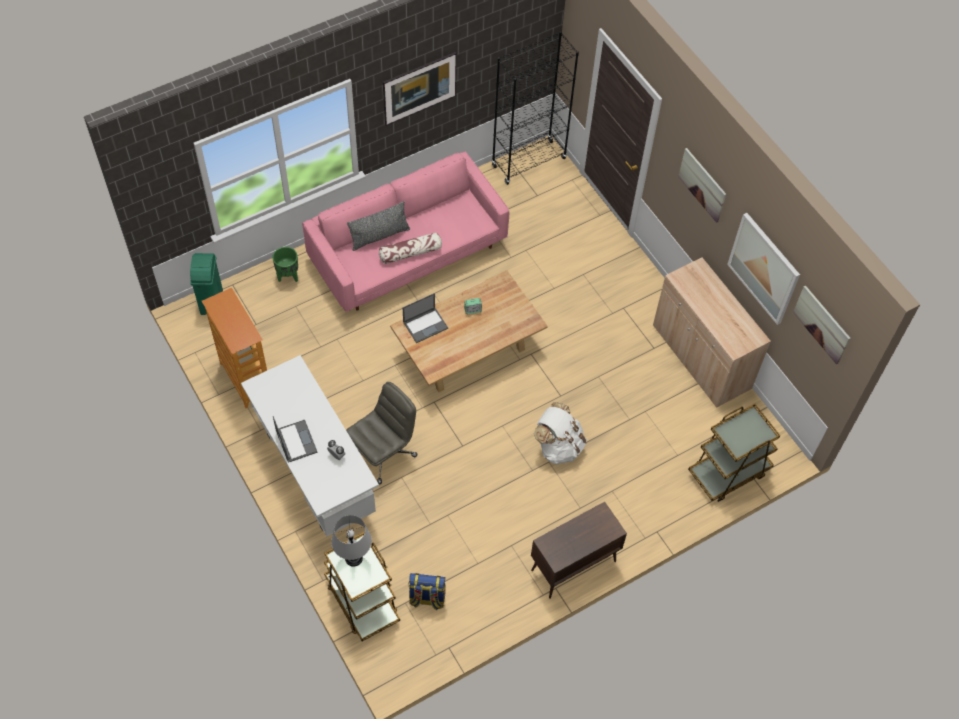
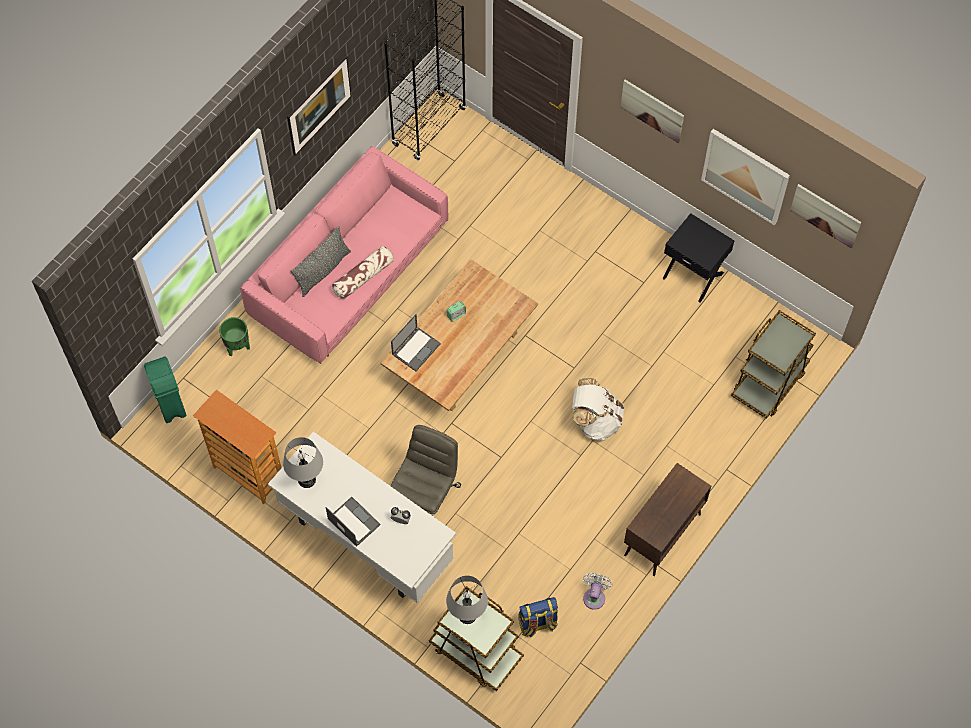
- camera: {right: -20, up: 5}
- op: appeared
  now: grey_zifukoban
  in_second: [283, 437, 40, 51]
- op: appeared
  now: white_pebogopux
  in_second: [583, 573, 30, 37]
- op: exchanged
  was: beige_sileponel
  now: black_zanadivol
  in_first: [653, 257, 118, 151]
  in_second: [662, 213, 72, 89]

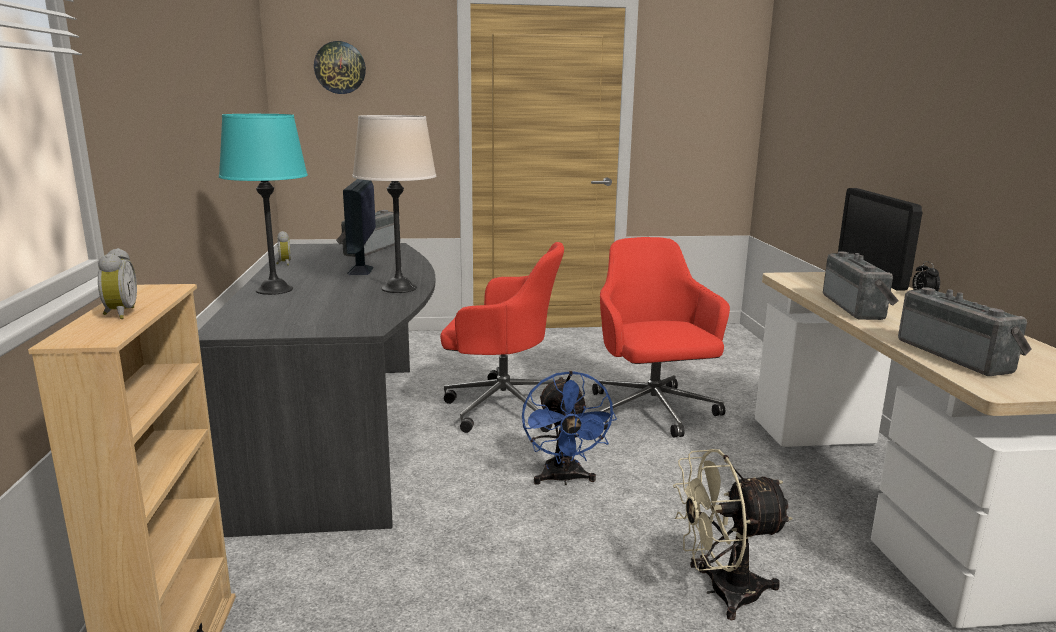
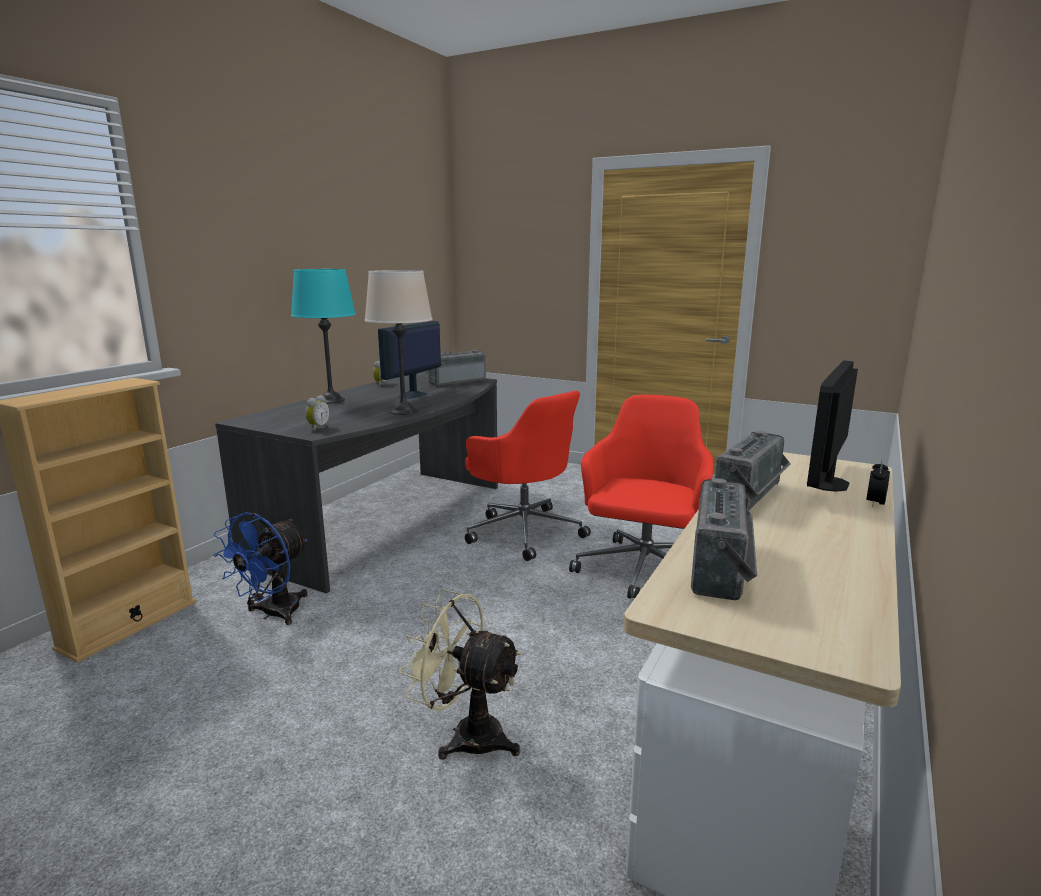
- camera: {right: 35, up: 0}
- op: relocated
  was: blue_pebogopux
  in_first: [522, 371, 95, 114]
  in_second: [213, 512, 95, 113]
- op: relocated
  was: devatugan
  in_first: [98, 248, 39, 71]
  in_second: [305, 395, 25, 36]
- op: missing
  was: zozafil
  in_first: [314, 41, 52, 53]

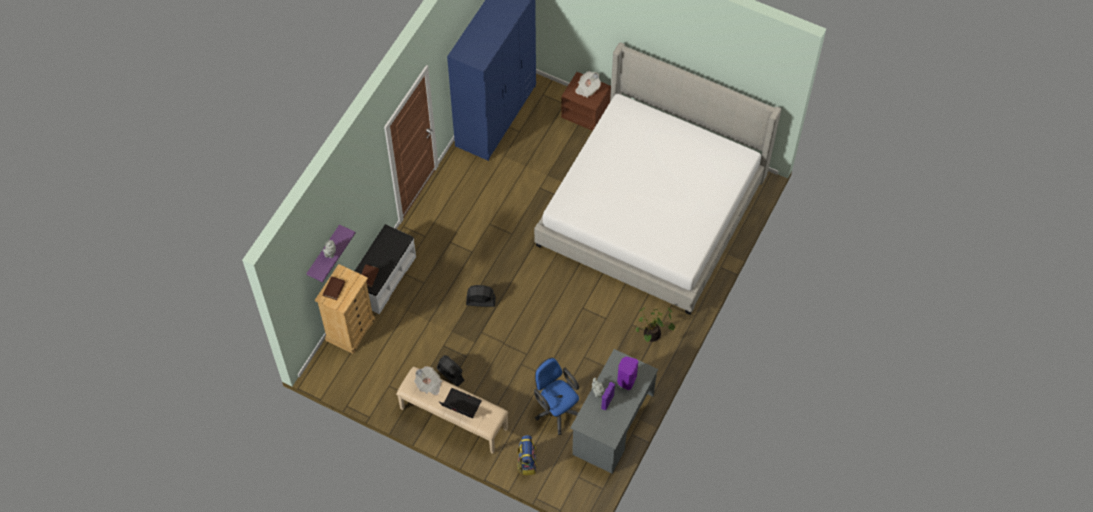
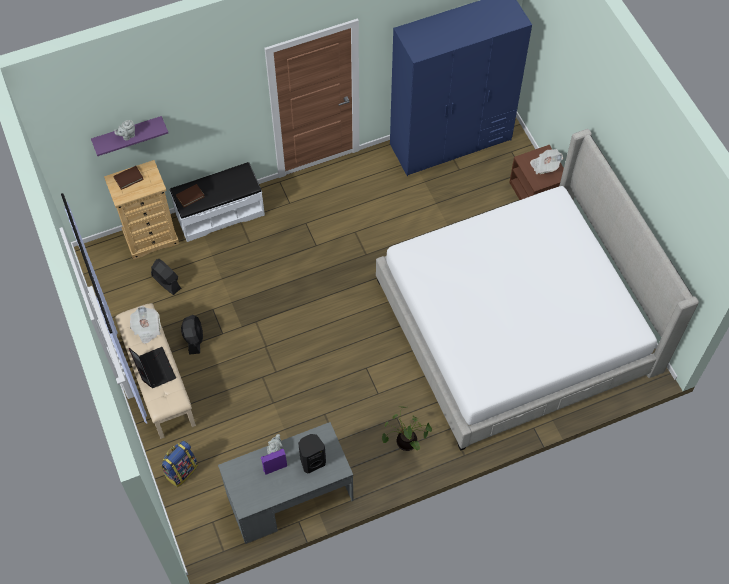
- camera: {right: 40, up: 0}
- op: relocated
  was: black_pebogopux
  in_first: [466, 285, 30, 22]
  in_second: [151, 259, 30, 36]
- op: colour
  was: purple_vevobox
  now: black_vevobox
  in_first: [617, 357, 21, 33]
  in_second: [298, 434, 28, 40]
- op: missing
  was: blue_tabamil
  in_first: [534, 358, 45, 77]

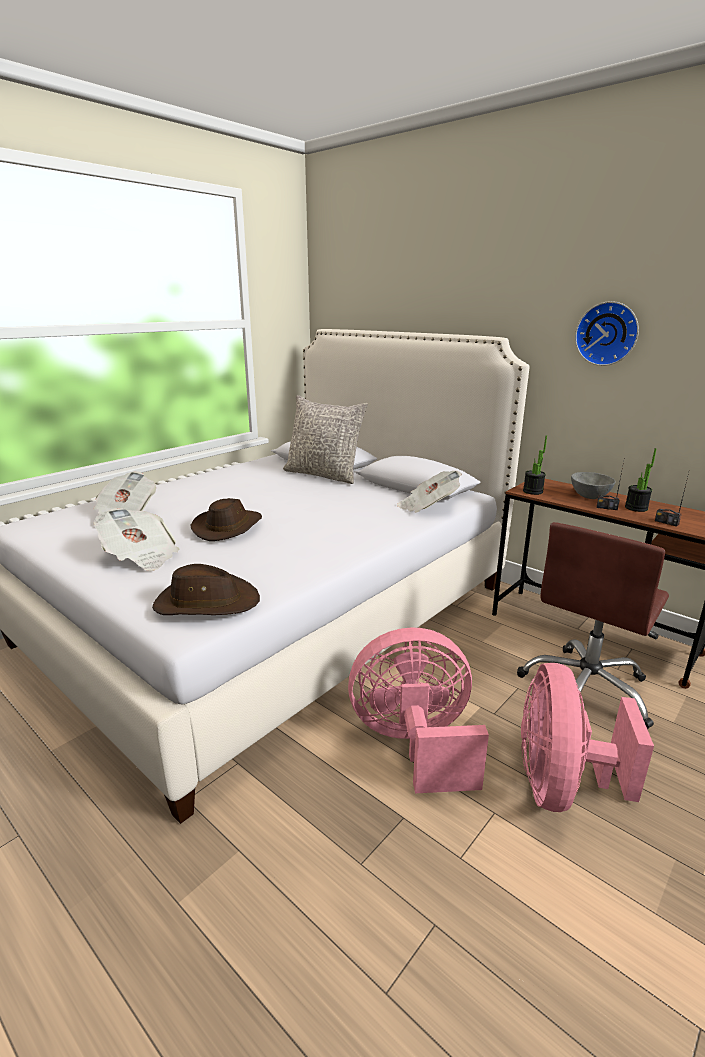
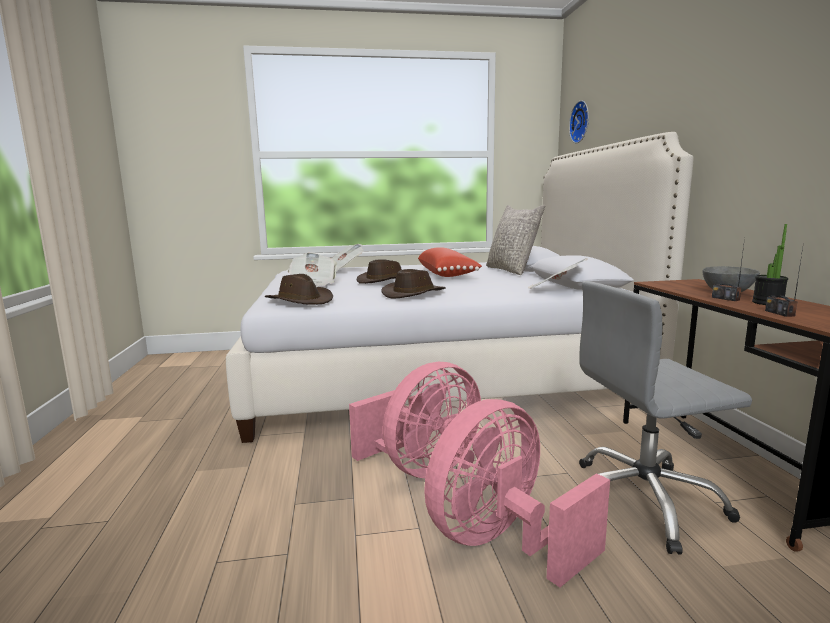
- camera: {right: 40, up: -10}
- op: spun
  was: pink_pebogopux
  in_first: [348, 627, 141, 166]
  in_second: [349, 362, 132, 116]
  clockwise: 105
- op: appeared
  now: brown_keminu
  in_second: [381, 269, 65, 29]
- op: appeared
  now: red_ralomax
  in_second: [418, 247, 64, 30]
- op: relocated
  was: zozafil
  in_first: [575, 301, 64, 65]
  in_second: [569, 100, 20, 43]
- op: colour
  was: brown_tabamil
  now: grey_tabamil
  in_first: [517, 522, 152, 207]
  in_second: [579, 281, 173, 274]
- op: missing
  was: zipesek
  in_first: [523, 435, 24, 60]

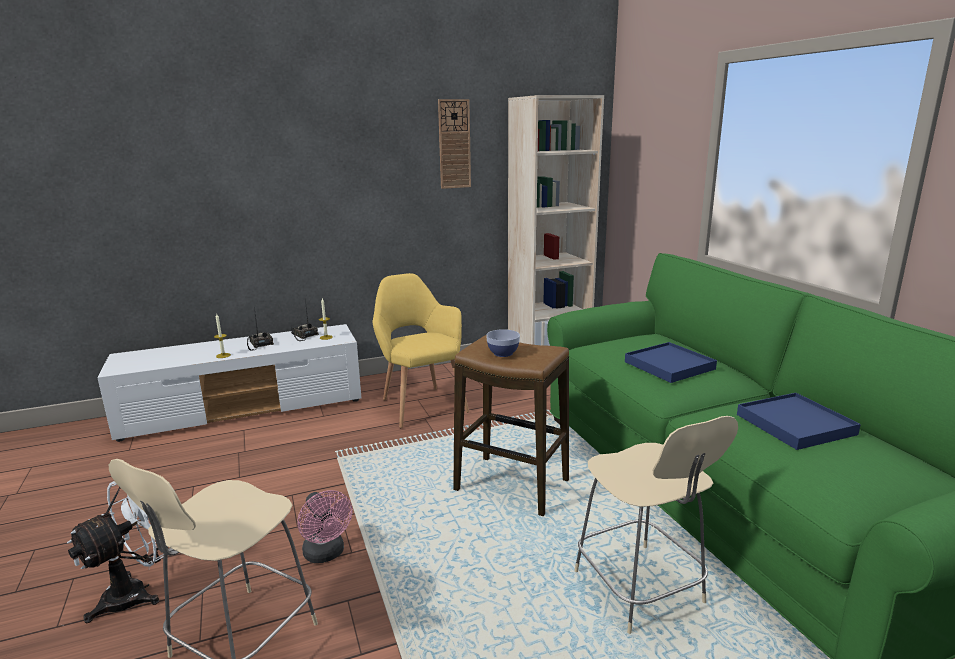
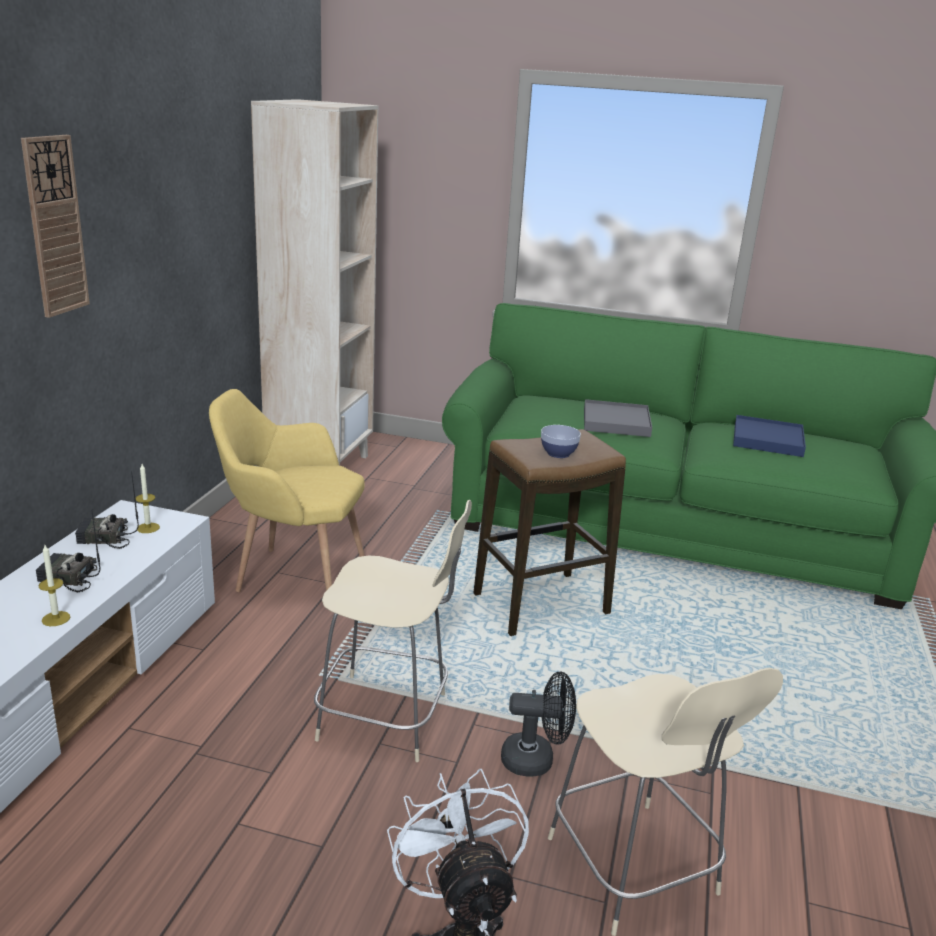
- camera: {right: -55, up: 5}
- op: relocated
  was: zozafil
  in_first: [438, 99, 33, 90]
  in_second: [21, 135, 69, 183]
- op: relocated
  was: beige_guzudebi
  in_first: [574, 416, 164, 218]
  in_second: [314, 500, 158, 262]
- op: colour
  was: pink_pebogopux
  now: black_pebogopux
  in_first: [298, 490, 54, 73]
  in_second: [501, 671, 75, 106]
- op: colour
  was: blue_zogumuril
  now: grey_zogumuril
  in_first: [625, 342, 92, 41]
  in_second: [584, 399, 68, 38]

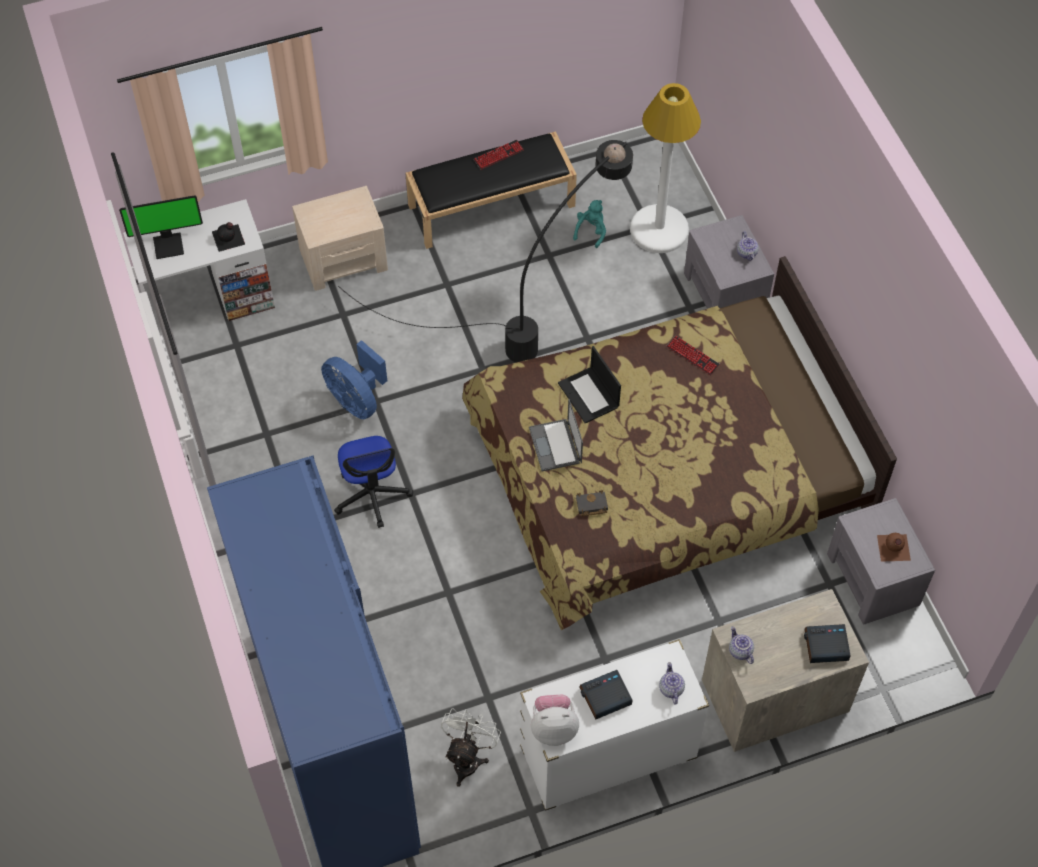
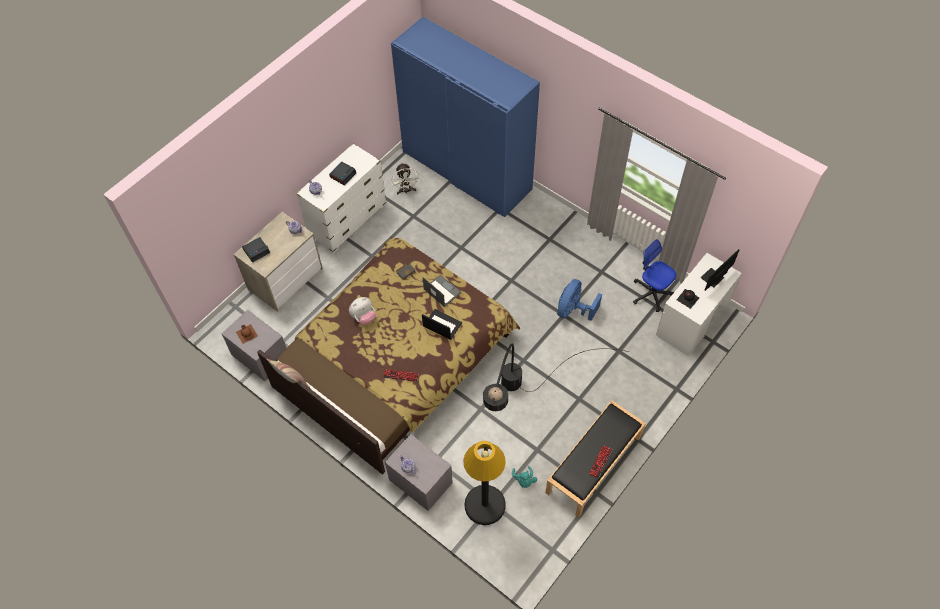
- camera: {right: 150, up: 0}
- op: appeared
  now: ralomax
  in_second: [267, 359, 43, 29]
- op: relocated
  was: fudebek
  in_first: [531, 695, 48, 51]
  in_second: [349, 297, 27, 28]
- op: colour
  was: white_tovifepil
  now: black_tovifepil
  in_first: [630, 83, 71, 170]
  in_second: [463, 441, 43, 84]
- op: spun
  was: blue_pebogopux
  in_first: [321, 340, 66, 79]
  in_second: [557, 279, 45, 42]
  clockwise: -75
- op: relocated
  was: tabamil
  in_first: [334, 436, 79, 92]
  in_second: [633, 239, 43, 73]
- op: missing
  was: beige_zanadivol
  in_first: [292, 186, 96, 105]

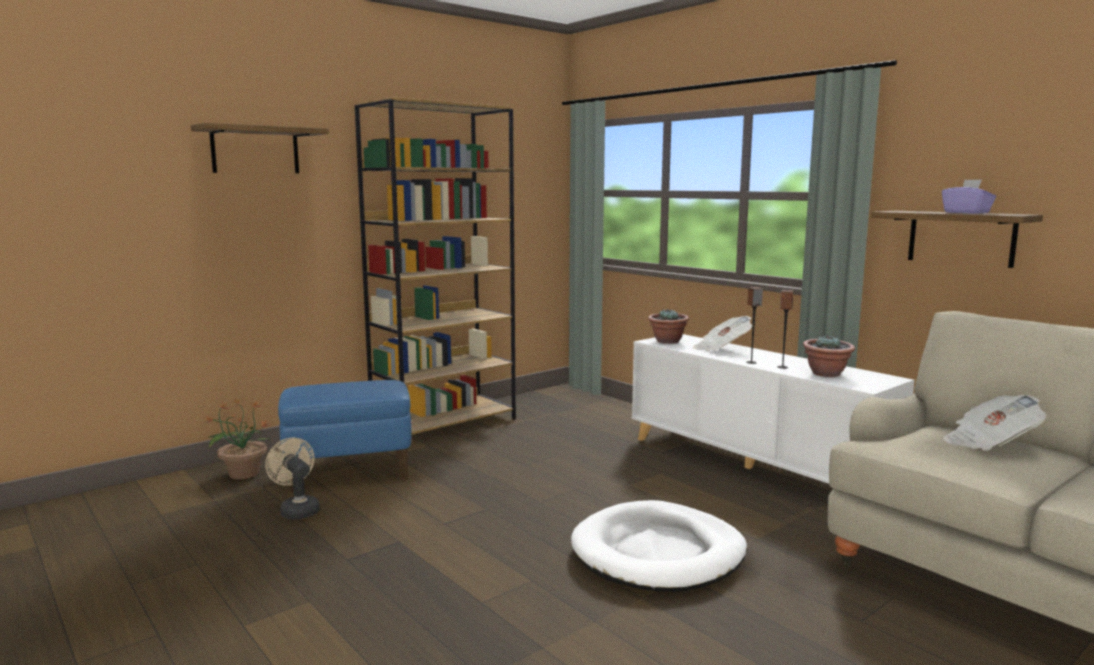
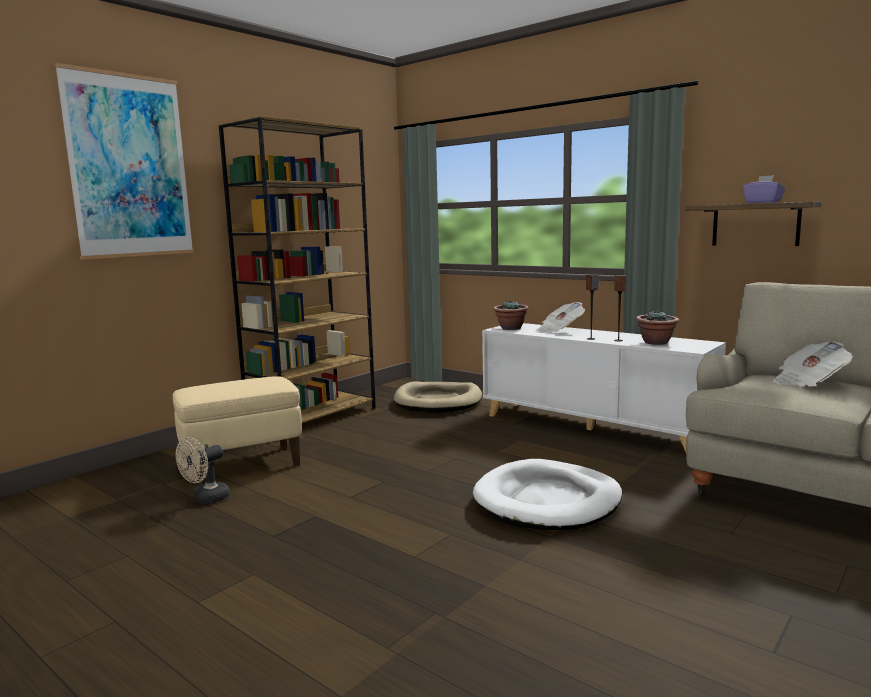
- camera: {right: -10, up: 0}
- op: exchanged
  was: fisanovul
  now: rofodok
  in_first: [191, 123, 138, 50]
  in_second: [54, 63, 140, 197]
- op: colour
  was: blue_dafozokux
  now: beige_dafozokux
  in_first: [278, 380, 134, 112]
  in_second: [173, 376, 129, 109]
- op: spun
  was: beige_pebogopux
  in_first: [265, 437, 55, 82]
  in_second: [176, 437, 54, 67]
  clockwise: -90
- op: appeared
  now: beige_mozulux
  in_second: [394, 381, 88, 32]
- op: missing
  was: zipesek
  in_first: [205, 399, 66, 80]

